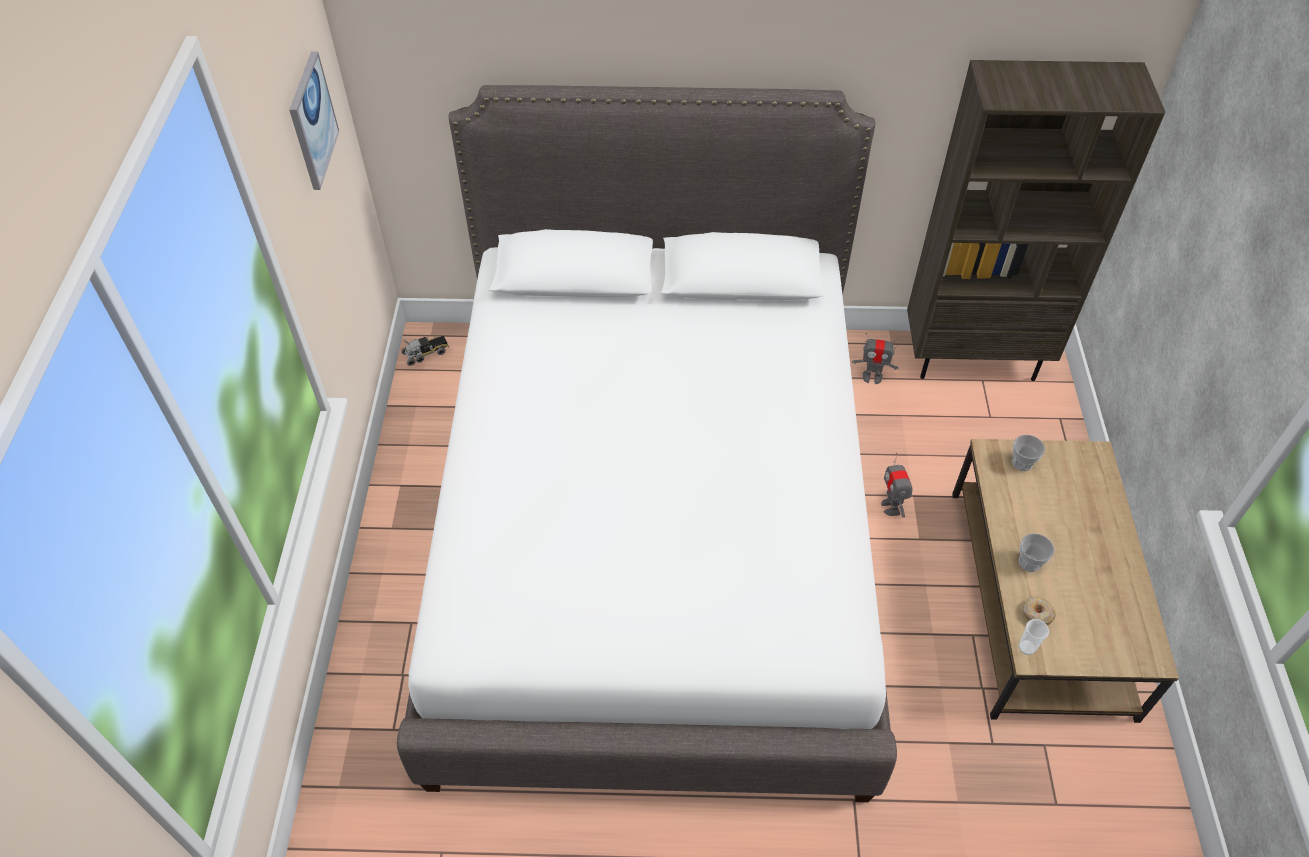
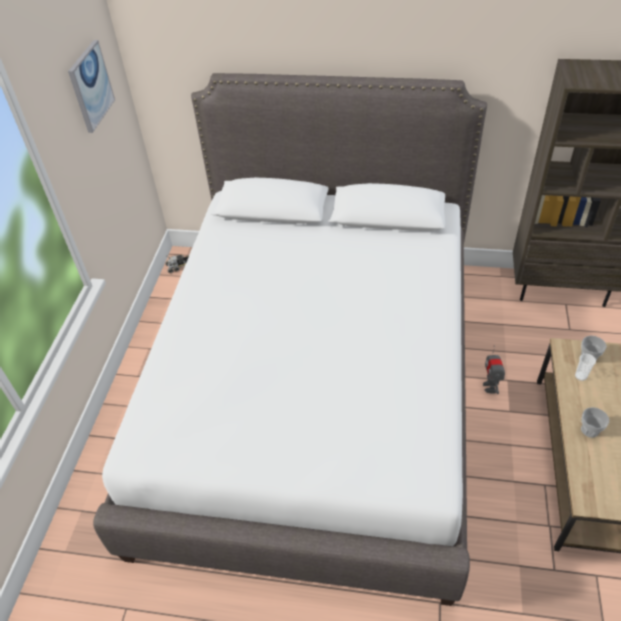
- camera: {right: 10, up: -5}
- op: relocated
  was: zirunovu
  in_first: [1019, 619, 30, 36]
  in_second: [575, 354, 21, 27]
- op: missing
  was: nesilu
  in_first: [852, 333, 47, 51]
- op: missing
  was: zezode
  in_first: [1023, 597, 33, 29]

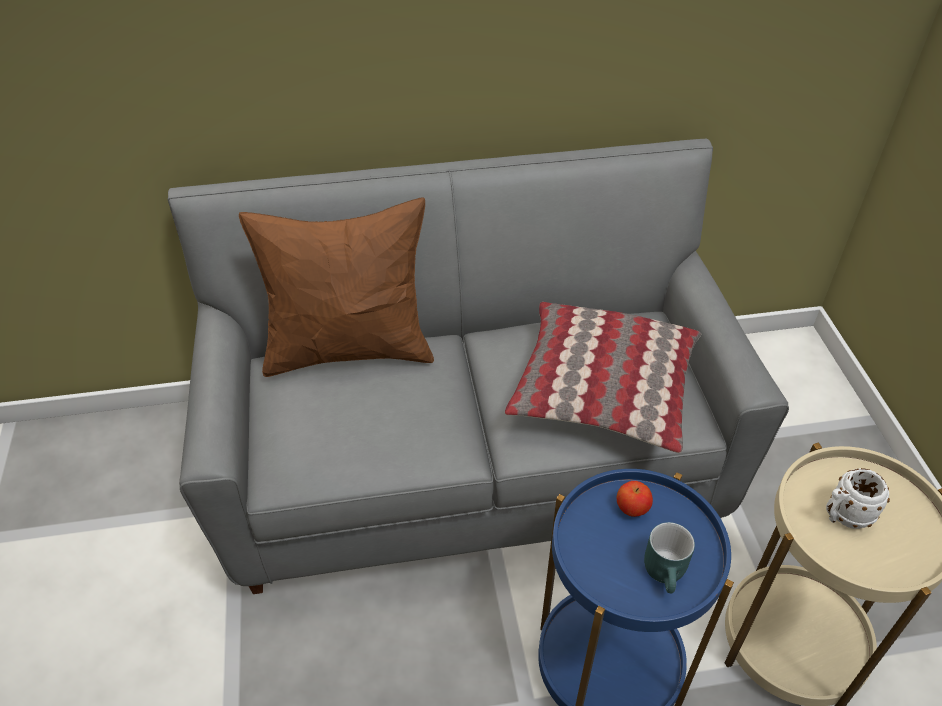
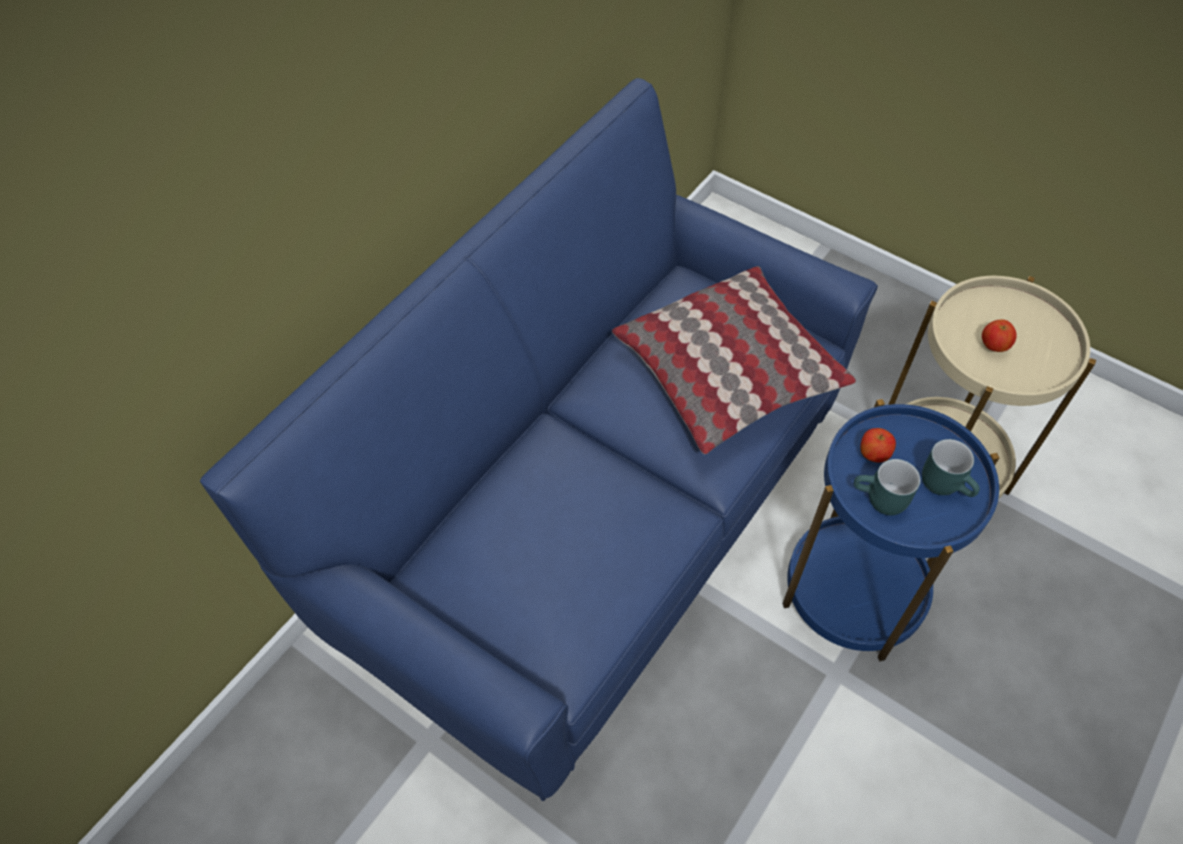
- camera: {right: -45, up: 10}
- op: colour
  was: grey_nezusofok
  now: blue_nezusofok
  in_first: [167, 139, 622, 455]
  in_second: [200, 78, 678, 723]
- op: appeared
  now: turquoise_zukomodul
  in_second: [854, 459, 67, 56]
- op: exchanged
  was: white_zukomodul
  now: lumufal
  in_first: [826, 468, 64, 61]
  in_second: [982, 320, 35, 32]
- op: missing
  was: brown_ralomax
  in_first: [239, 197, 195, 180]

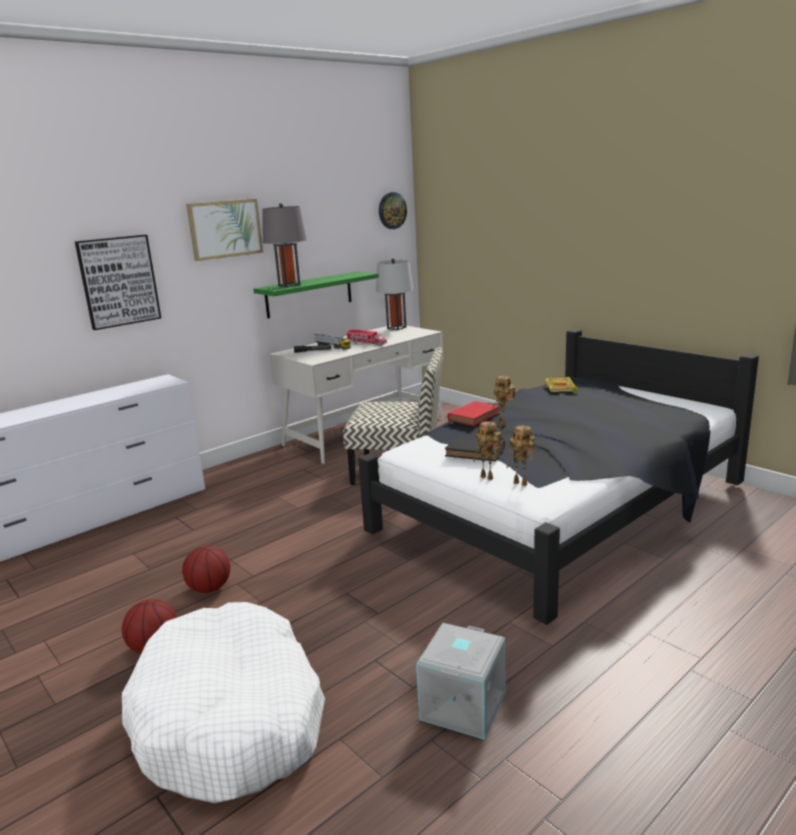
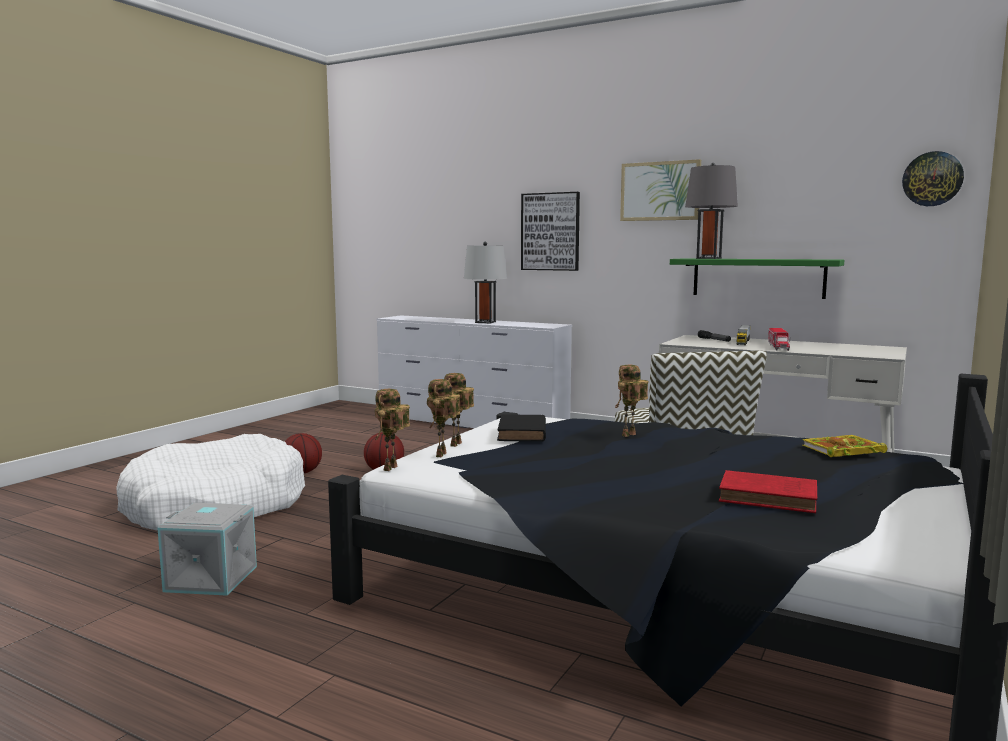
- camera: {right: 70, up: -10}
- op: appeared
  now: nesilu
  in_second: [375, 389, 35, 82]
- op: relocated
  was: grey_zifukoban
  in_first: [376, 258, 38, 72]
  in_second: [464, 242, 43, 81]
- op: relocated
  was: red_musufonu
  in_first: [447, 401, 53, 25]
  in_second: [719, 470, 98, 43]

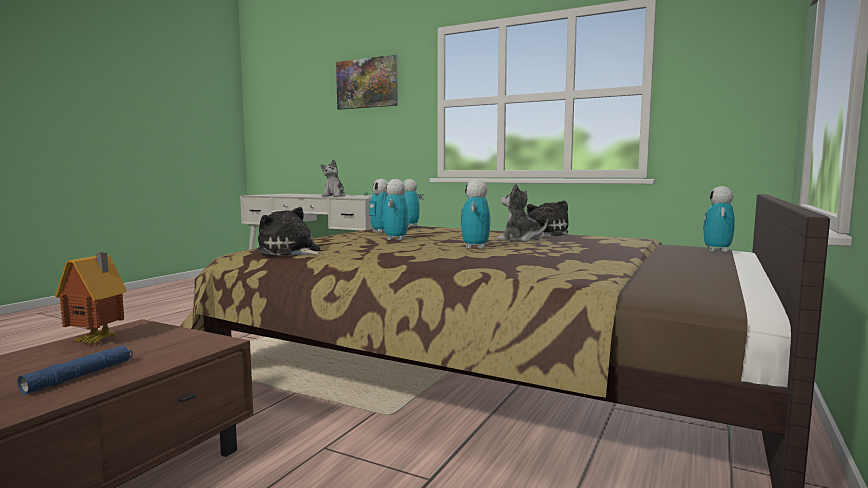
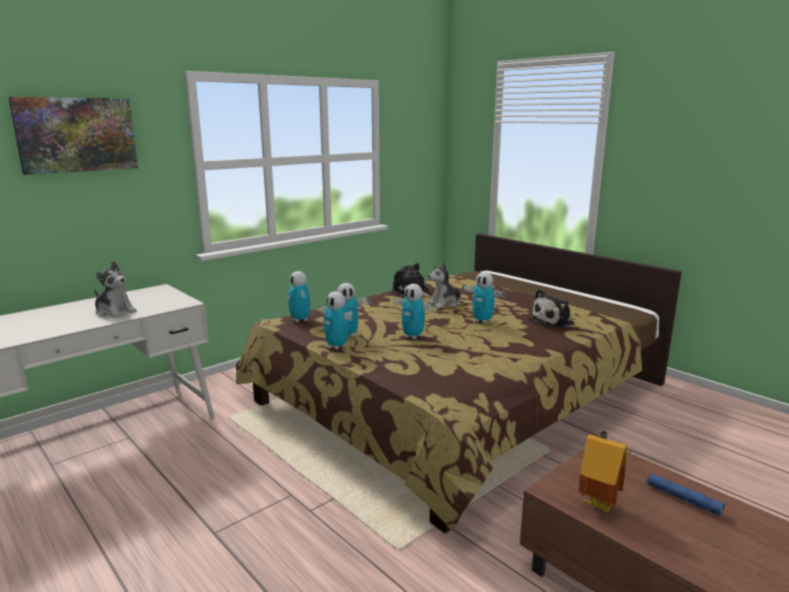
- camera: {right: -70, up: 10}
- op: relocated
  was: nesilu
  in_first: [703, 186, 32, 66]
  in_second: [319, 291, 35, 59]
- op: relocated
  was: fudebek
  in_first: [257, 207, 66, 49]
  in_second: [529, 289, 46, 40]

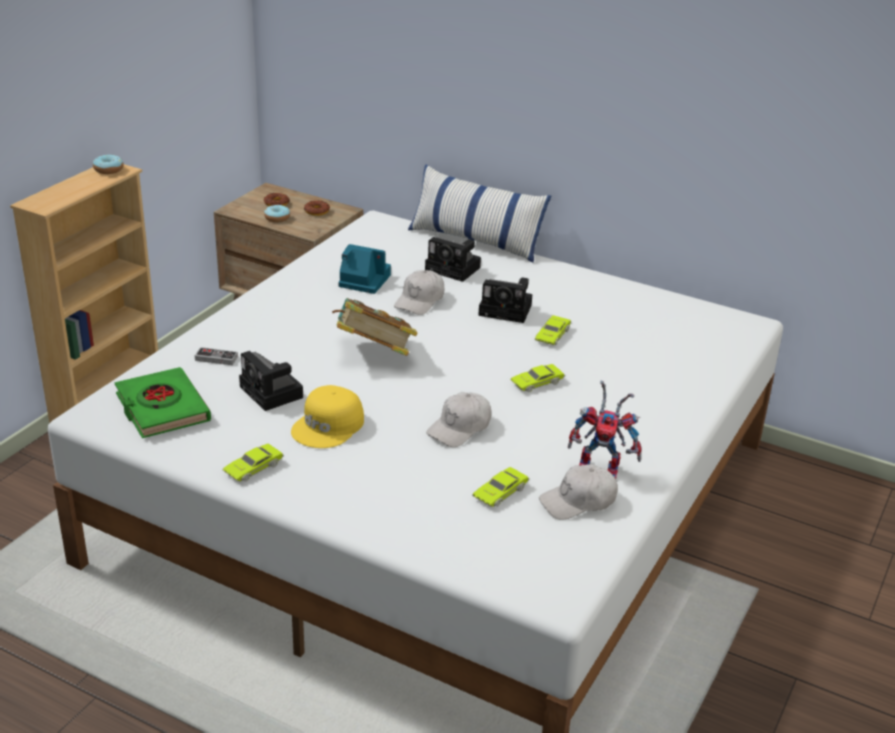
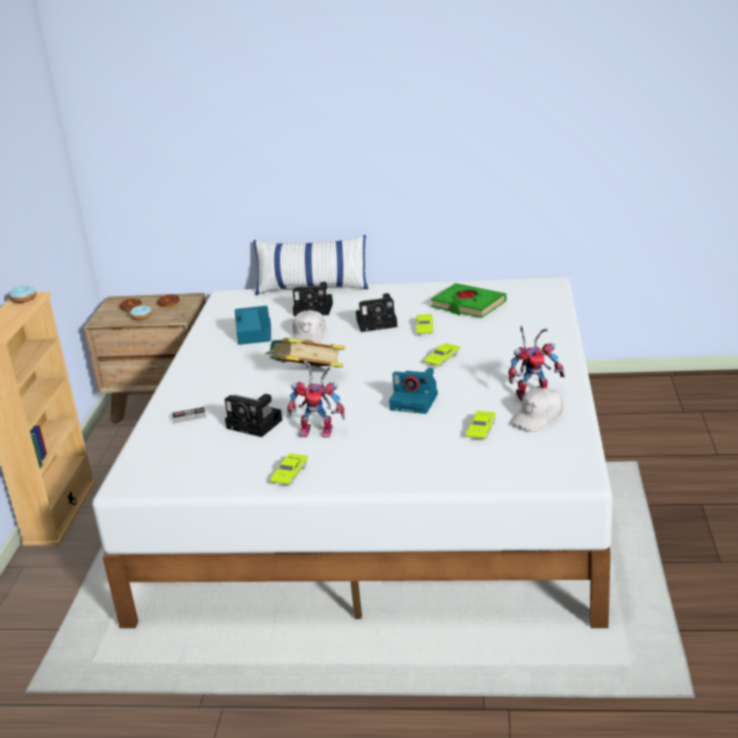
- camera: {right: -20, up: -5}
- op: exchanged
  was: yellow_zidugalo
  now: nesilu
  in_first: [291, 385, 73, 63]
  in_second: [287, 360, 58, 77]
- op: exchanged
  was: white_zidugalo
  now: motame
  in_first: [426, 392, 65, 55]
  in_second: [389, 367, 49, 47]
- op: relocated
  was: green_musufonu
  in_first: [115, 367, 96, 71]
  in_second: [431, 283, 76, 35]

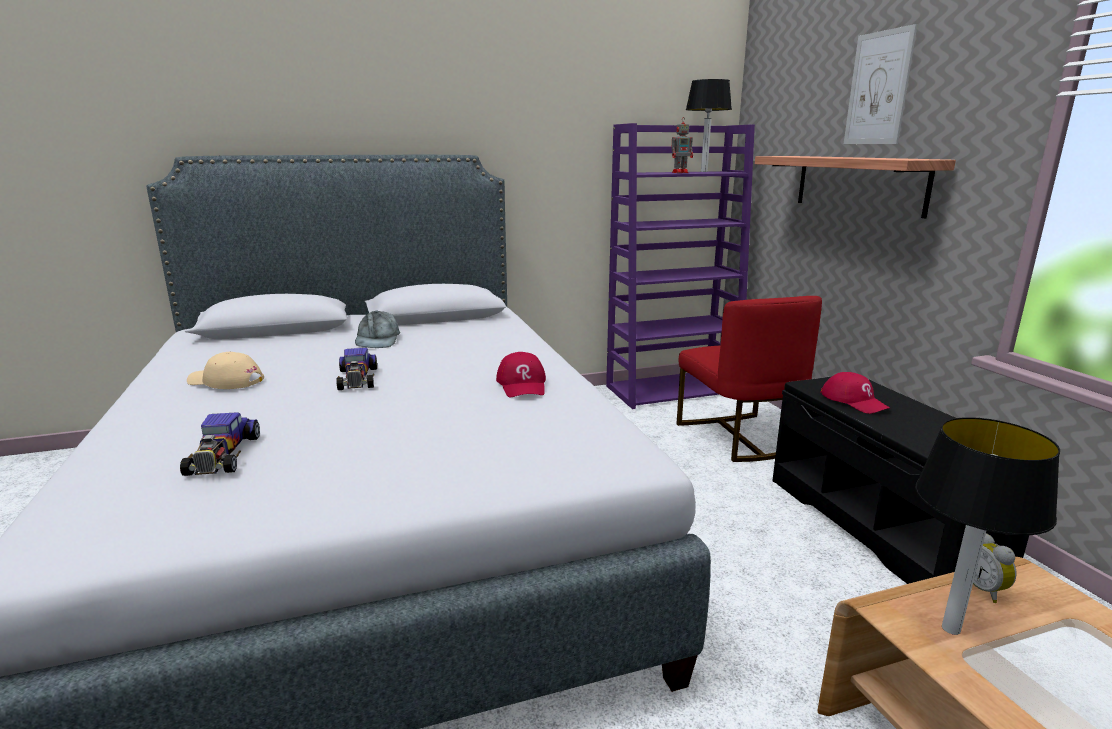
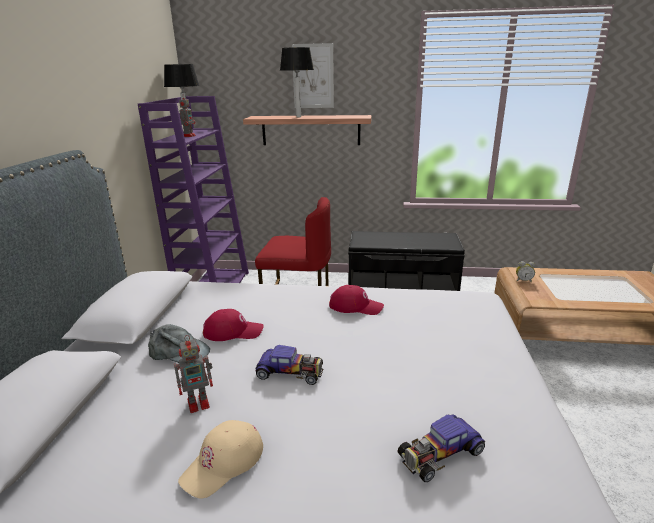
- camera: {right: -65, up: 5}
- op: appeared
  now: nesilu
  in_second: [174, 335, 39, 78]
- op: relocated
  was: red_zidugalo
  in_first: [821, 372, 70, 42]
  in_second: [203, 309, 61, 32]
- op: relocated
  was: zifukoban
  in_first: [915, 417, 145, 218]
  in_second: [280, 47, 34, 71]
- op: spun
  was: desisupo
  in_first: [180, 412, 80, 64]
  in_second: [397, 414, 88, 68]
  clockwise: 135

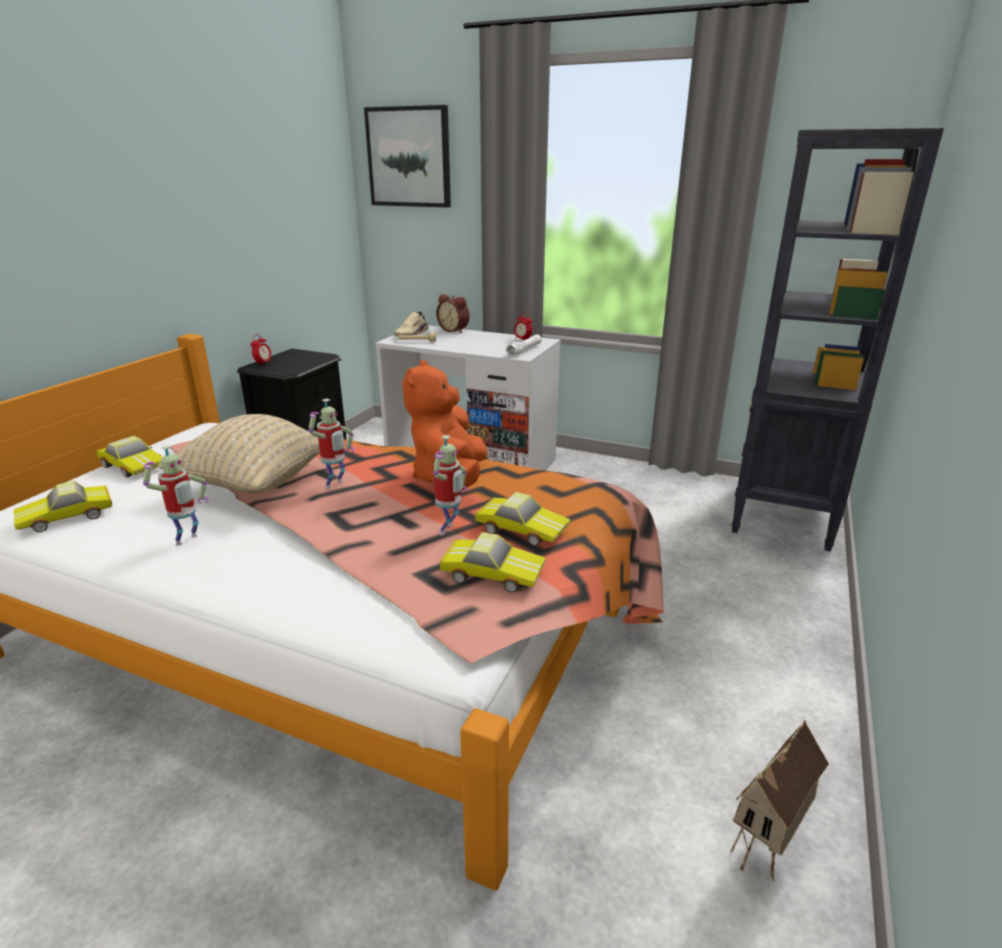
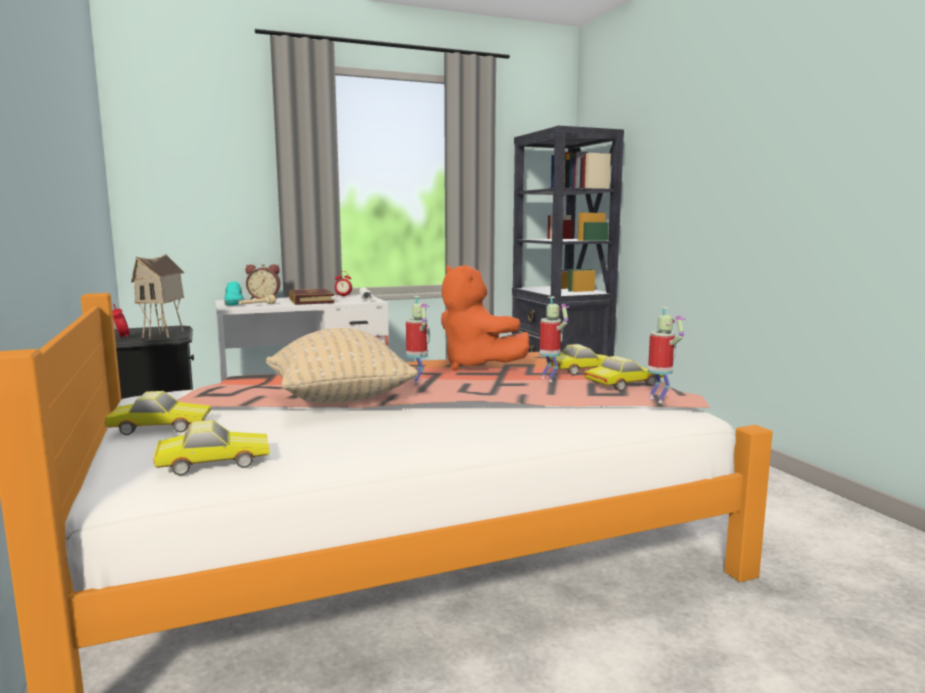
- camera: {right: -45, up: -15}
- op: relocated
  was: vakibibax
  in_first: [731, 720, 98, 161]
  in_second: [131, 254, 54, 85]
- op: spun
  was: desisupo
  in_first: [13, 481, 99, 51]
  in_second: [154, 420, 116, 56]
  clockwise: -120
- op: colour
  was: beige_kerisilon
  now: turquoise_kerisilon
  in_first: [394, 311, 35, 26]
  in_second: [224, 281, 20, 24]
- op: appeared
  now: musufonu
  in_second: [289, 289, 45, 16]
- op: relocated
  was: nesilu
  in_first: [143, 445, 65, 101]
  in_second: [648, 307, 38, 96]
- op: missing
  was: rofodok
  in_first: [364, 105, 87, 103]

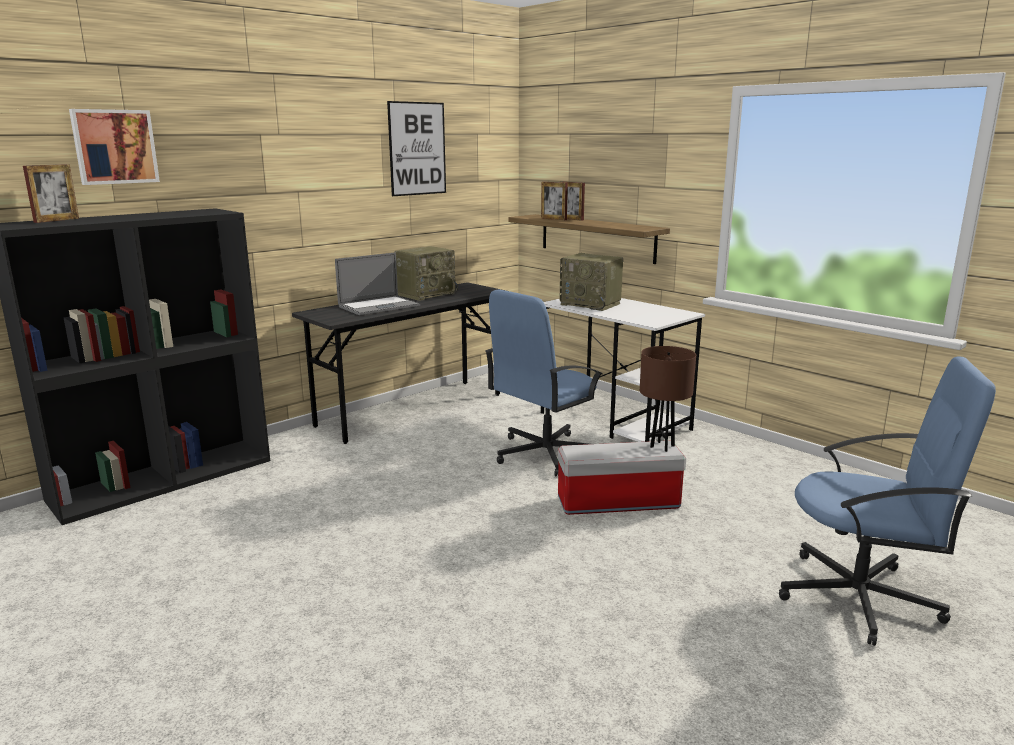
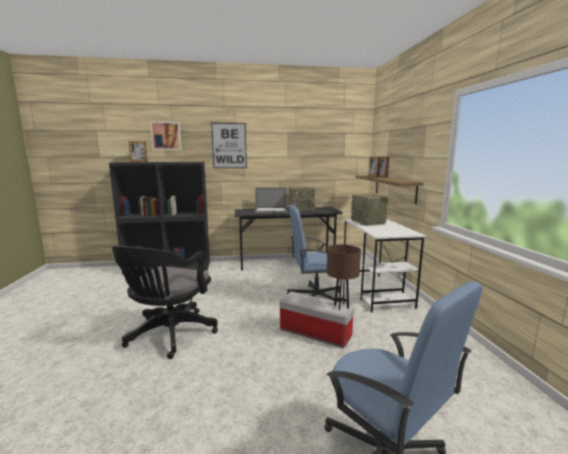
- camera: {right: 35, up: -5}
- op: appeared
  now: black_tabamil
  in_second: [112, 246, 106, 113]
- op: relocated
  was: rofodok
  in_first: [387, 101, 59, 95]
  in_second: [211, 123, 36, 45]

